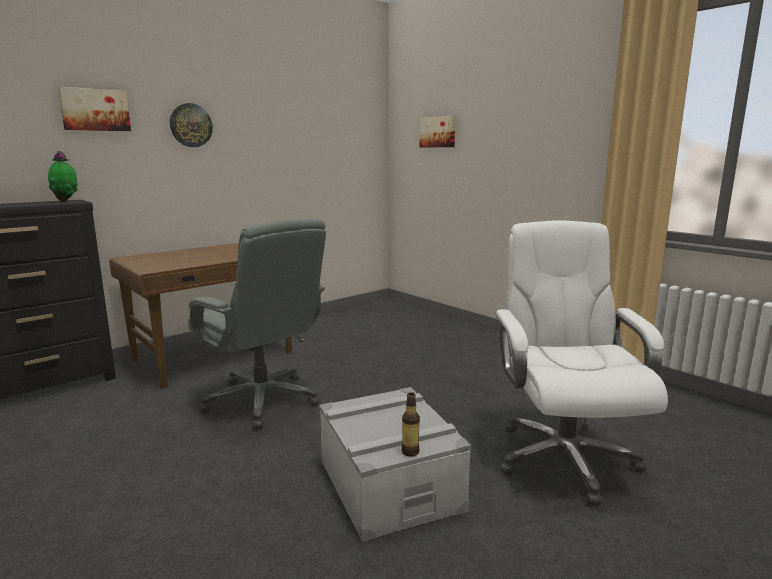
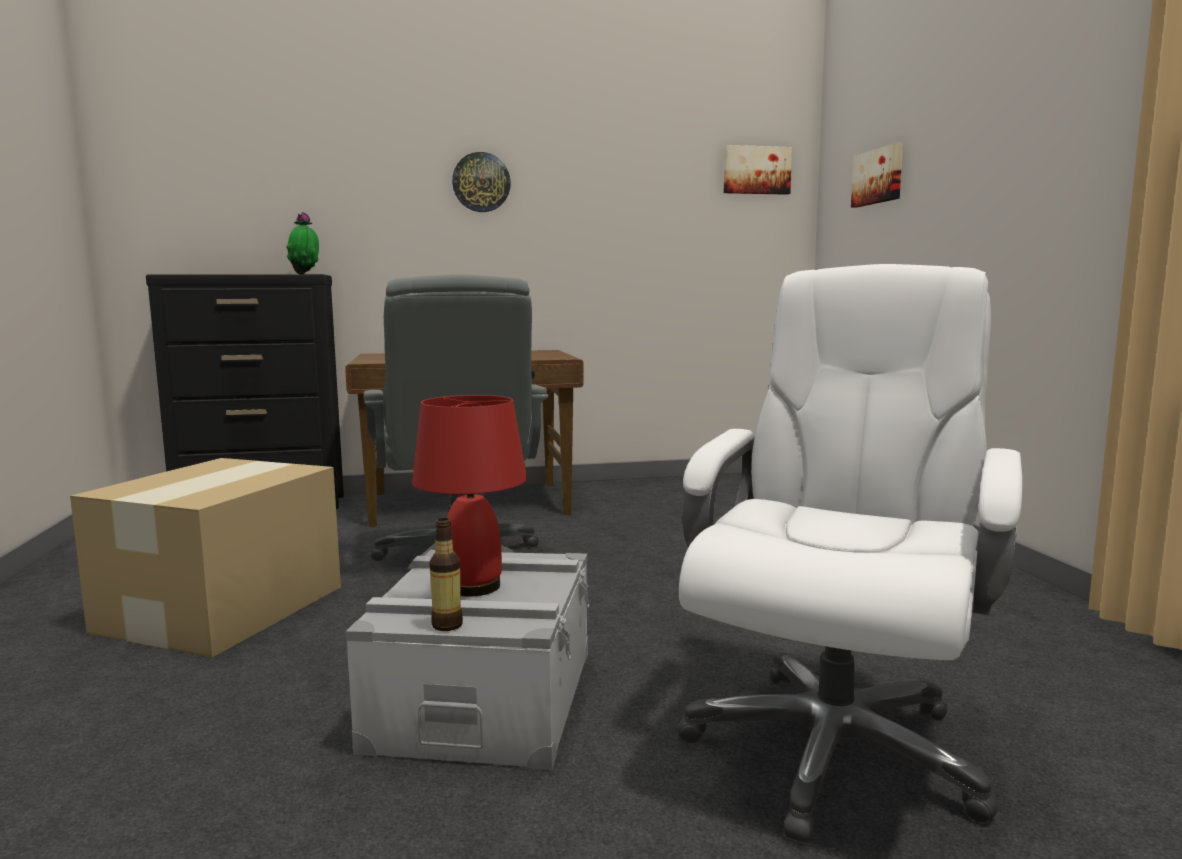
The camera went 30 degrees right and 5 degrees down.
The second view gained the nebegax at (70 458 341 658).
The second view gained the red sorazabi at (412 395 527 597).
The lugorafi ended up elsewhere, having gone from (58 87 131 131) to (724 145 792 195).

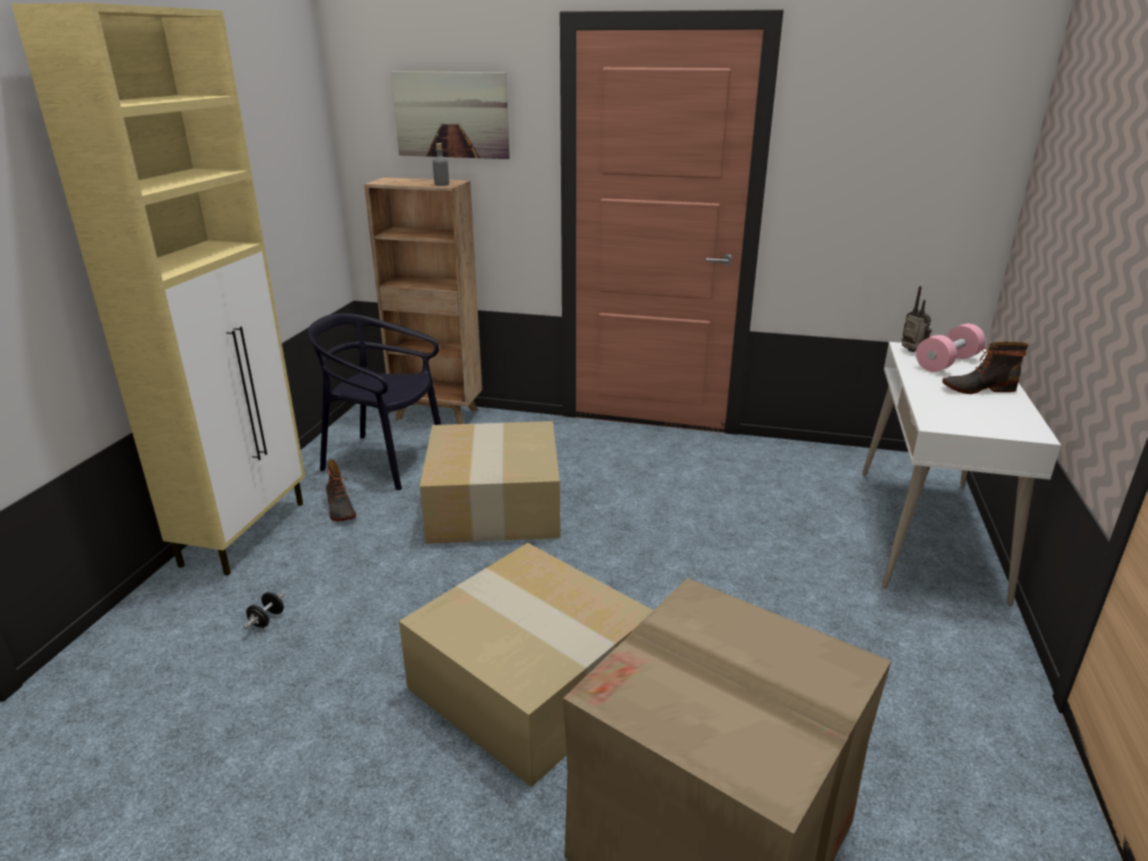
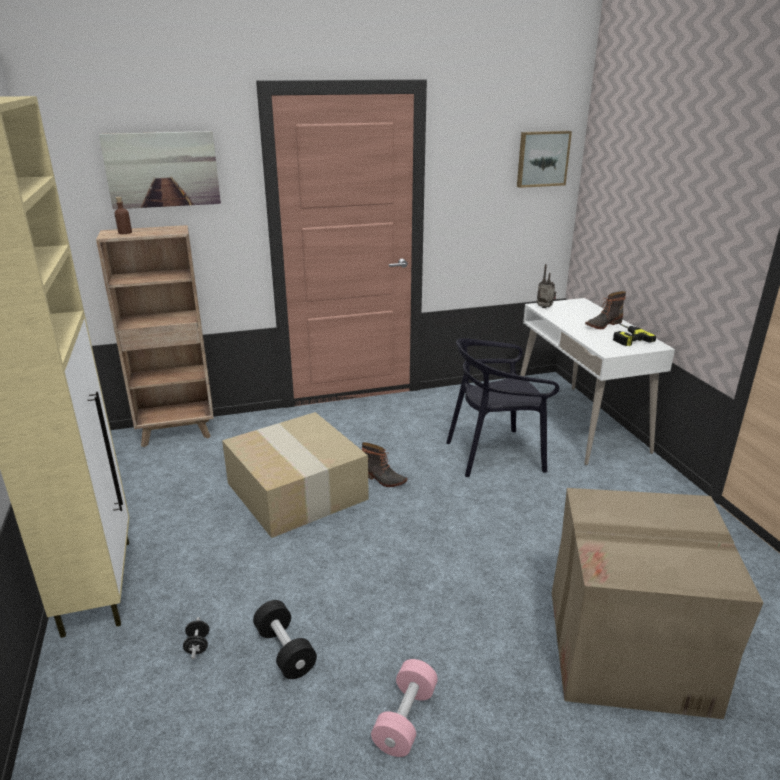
The camera went 30 degrees left and 0 degrees up.
The second view lost the nebegax at (399 543 653 787).
The second view lost the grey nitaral at (433 143 449 186).
The second view gained the brown nitaral at (115 197 132 234).
The second view gained the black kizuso at (253 600 317 679).
The second view gained the lugorafi at (517 131 572 188).
The second view gained the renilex at (613 323 656 346).
The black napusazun ended up elsewhere, having gone from (308 313 441 490) to (446 338 559 477).
The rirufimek ended up elsewhere, having gone from (326 459 356 521) to (362 442 407 487).
The pink kizuso ended up elsewhere, having gone from (916 324 985 372) to (371 659 438 757).

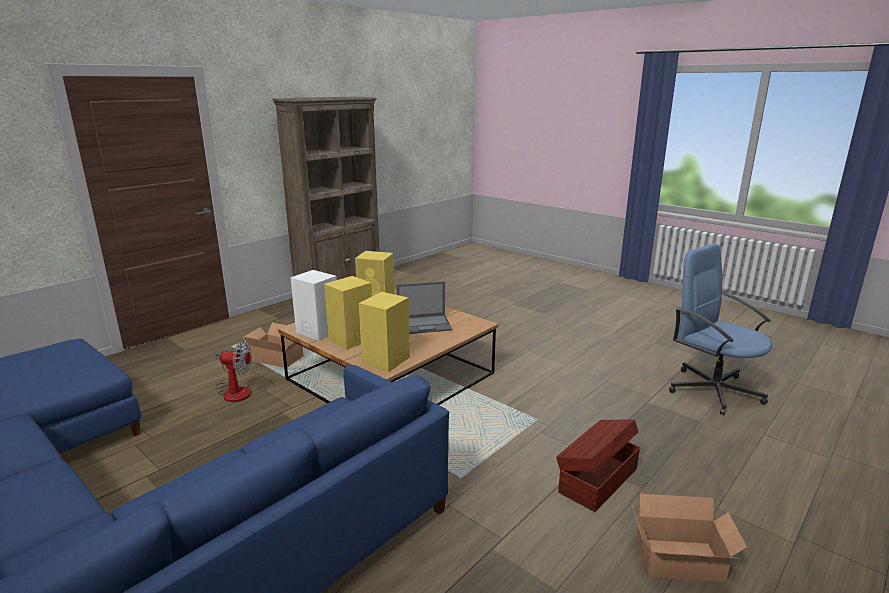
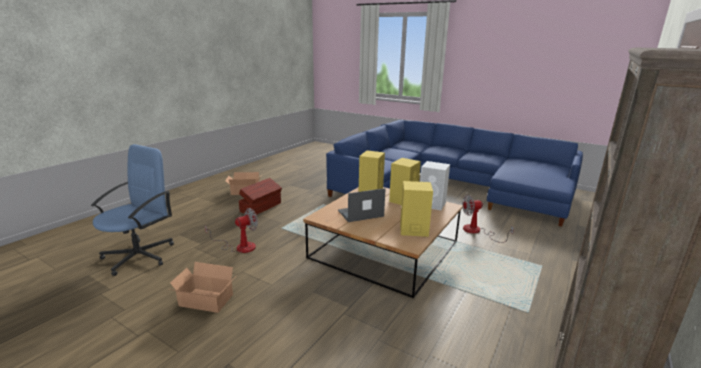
The camera went 170 degrees right and 0 degrees up.
The second view gained the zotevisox at (205 208 258 253).
The nebegax ended up elsewhere, having gone from (243 323 303 368) to (170 262 235 313).
The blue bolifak at (669 243 772 415) ended up facing another way, 105 degrees counterclockwise from before.

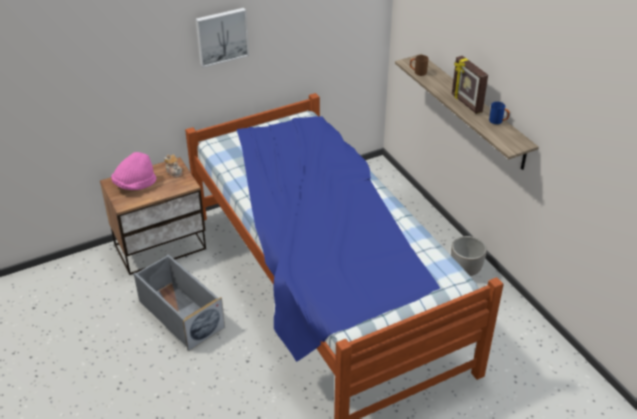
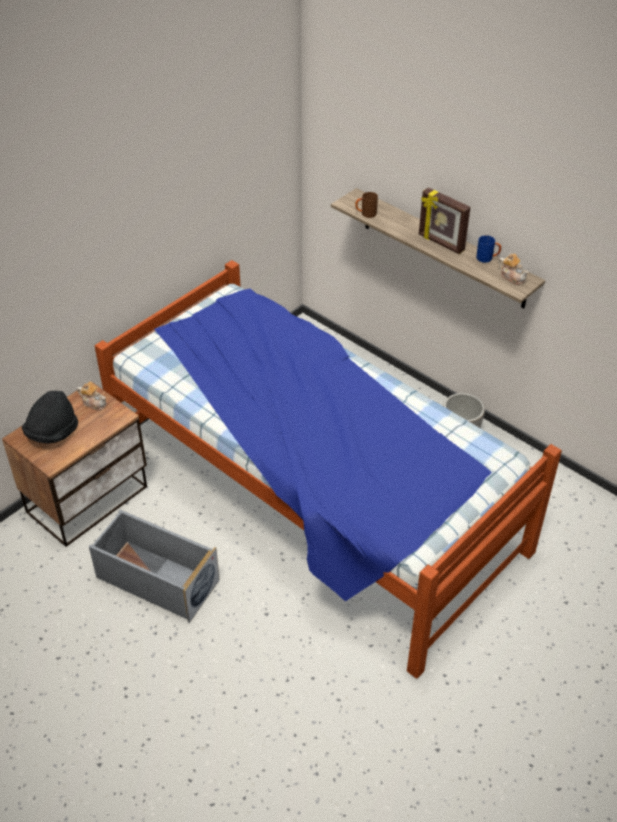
The camera went 20 degrees left and 5 degrees up.
The second view lost the lugorafi at (196 8 249 67).
The second view gained the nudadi at (498 254 529 285).
What was the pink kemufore at (111 152 156 190) turned into the black kemufore at (22 391 78 443).

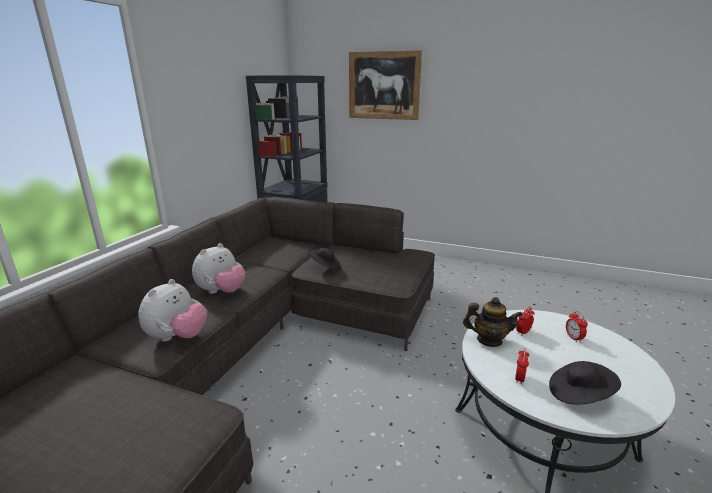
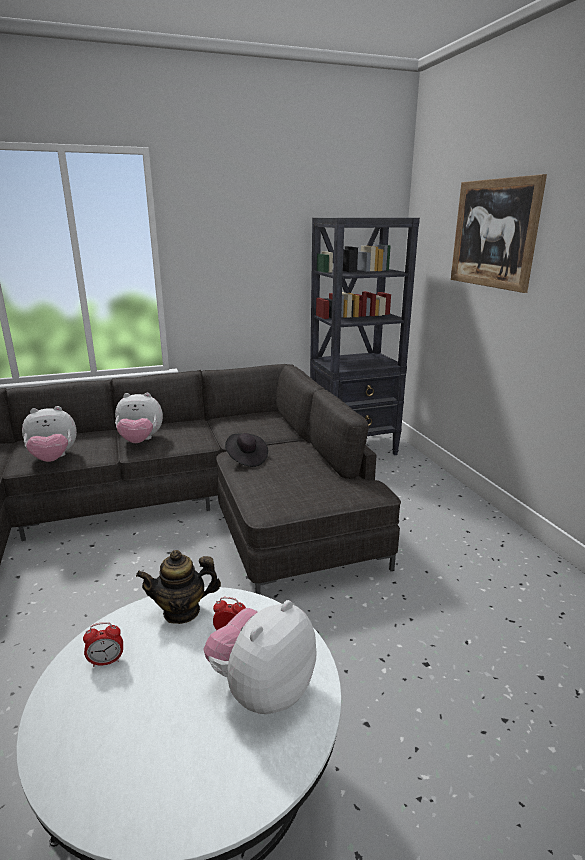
The camera went 50 degrees right and 0 degrees up.
The second view lost the black kemufore at (549 361 621 404).
Where the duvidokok stood at (566 311 588 342), the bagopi came to stand at (203 600 317 714).
The nudadi at (463 297 523 347) ended up facing another way, 105 degrees clockwise from before.

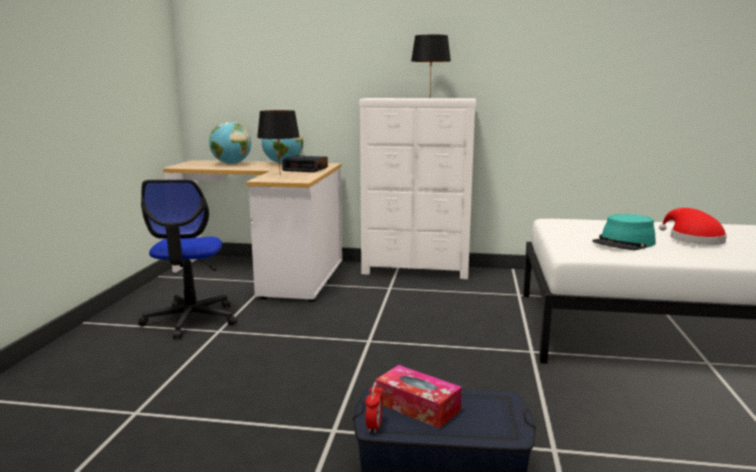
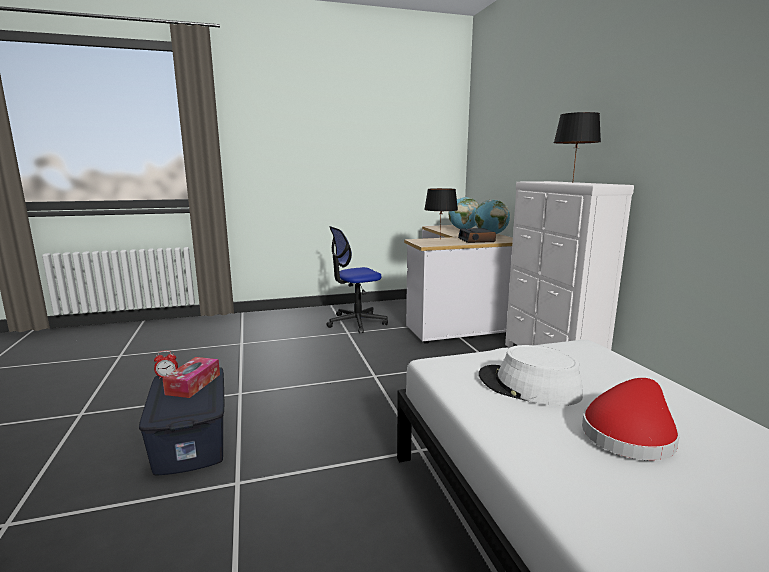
The camera went 65 degrees right and 0 degrees up.
What was the turquoise kemufore at (592 214 656 250) turned into the white kemufore at (479 345 583 406).

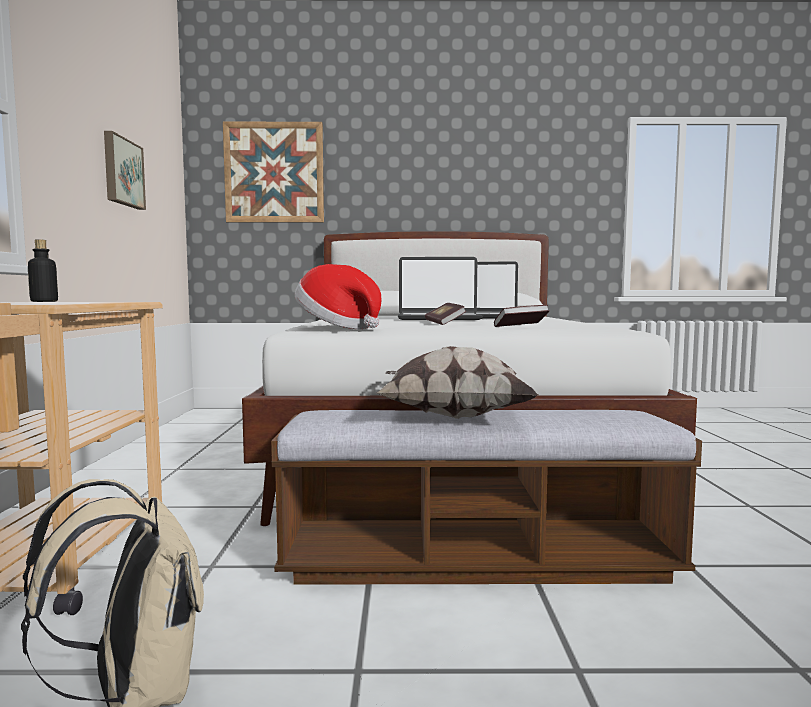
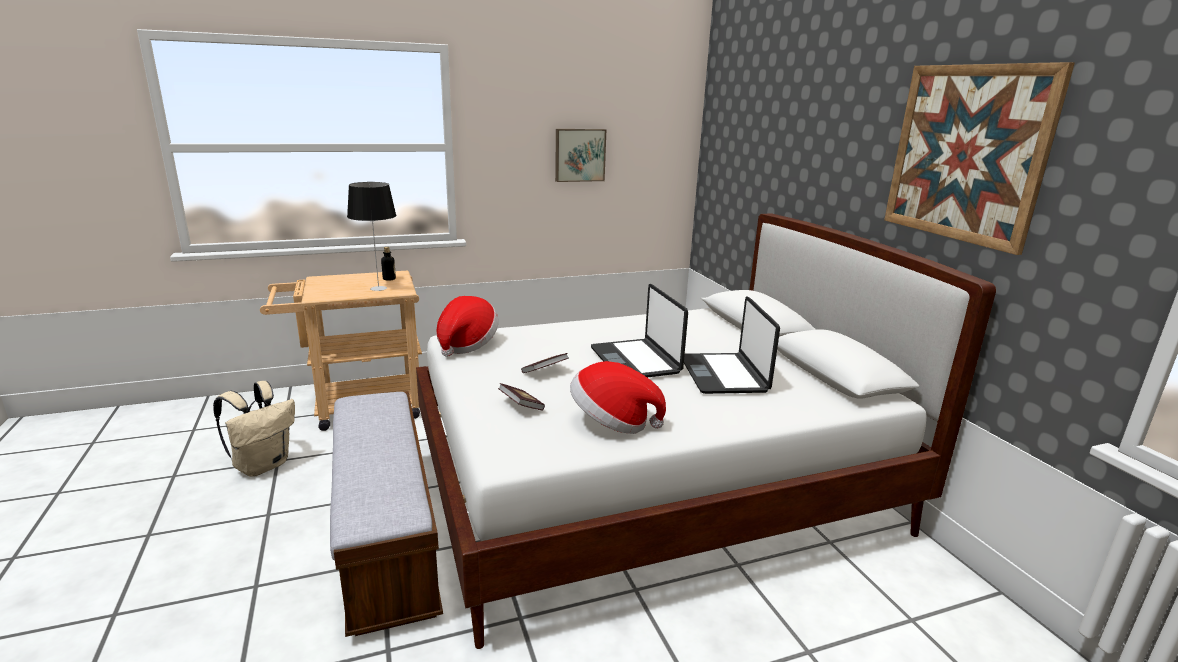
The camera went 70 degrees right and 15 degrees up.
The second view lost the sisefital at (377 346 538 419).
The second view gained the sorazabi at (347 182 396 291).
The second view gained the kemufore at (570 361 666 434).
The lugorafi ended up elsewhere, having gone from (223 122 324 223) to (884 62 1075 255).

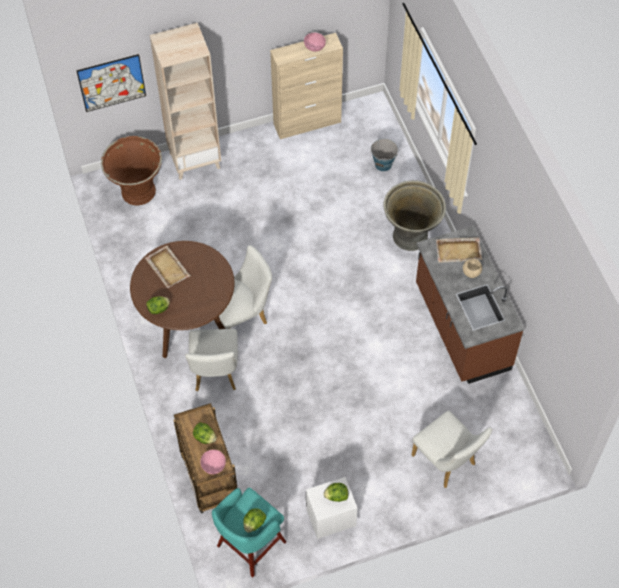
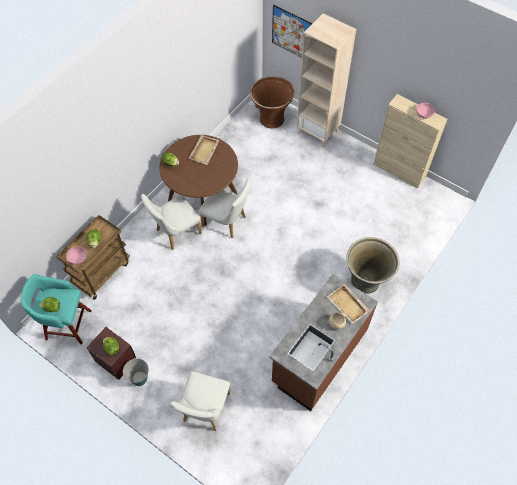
The camera went 55 degrees right and 0 degrees up.
The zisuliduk ended up elsewhere, having gone from (370 138 398 171) to (123 358 149 386).
What was the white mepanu at (306 477 357 539) turned into the brown mepanu at (86 327 136 380).

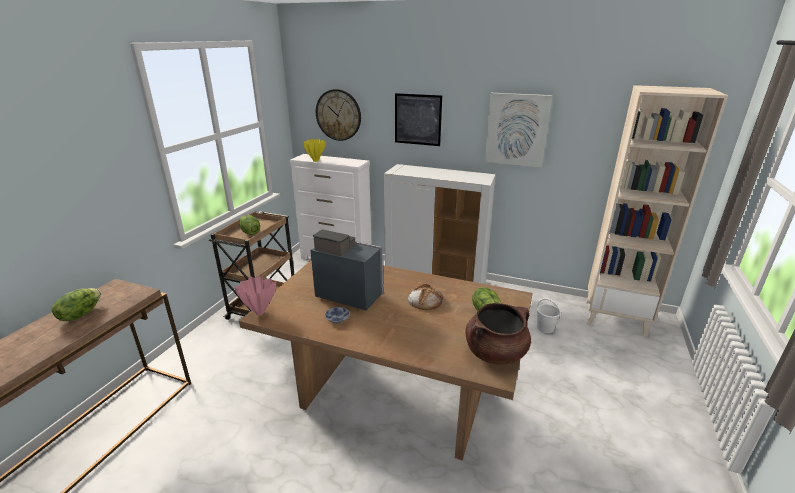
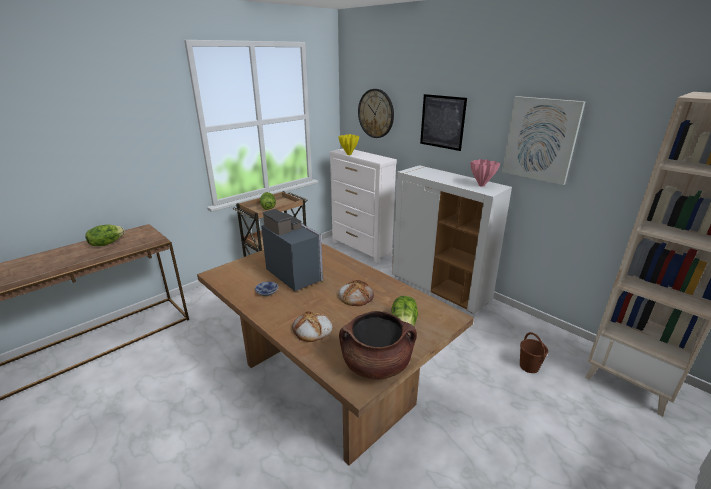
The camera went 25 degrees right and 0 degrees up.
The second view gained the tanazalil at (292 311 332 342).
The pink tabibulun ended up elsewhere, having gone from (234 276 276 315) to (471 159 500 187).
What was the white zisuliduk at (537 298 561 333) turned into the brown zisuliduk at (520 332 548 373).

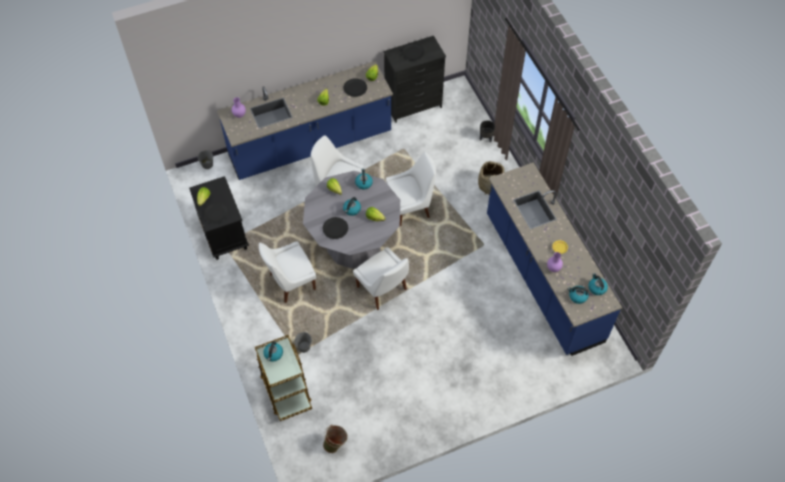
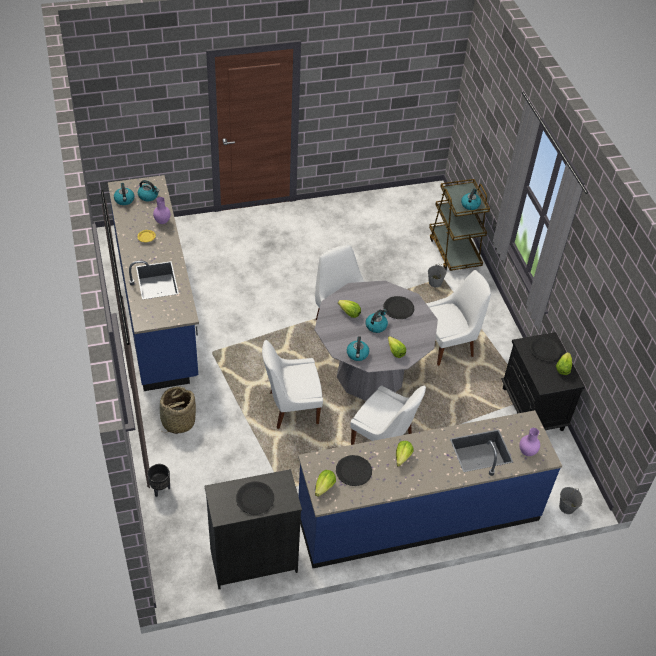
The camera went 175 degrees left and 10 degrees down.
The second view lost the green zisuliduk at (323 425 348 453).

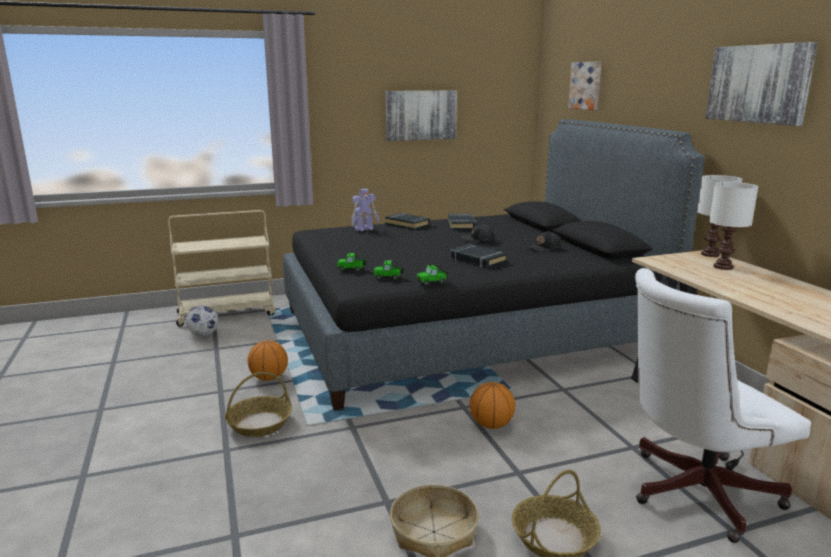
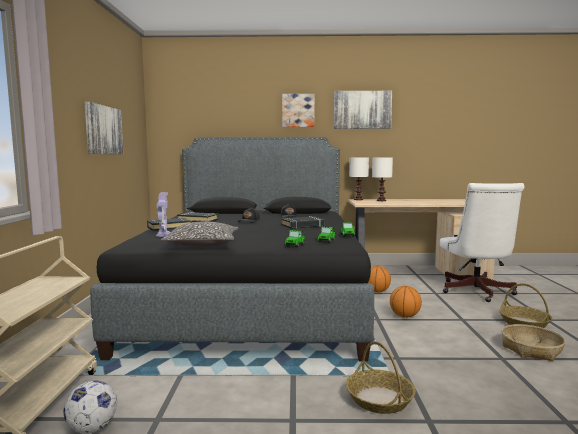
The camera went 70 degrees left and 10 degrees down.
The second view gained the sisefital at (161 221 239 247).
The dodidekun ended up elsewhere, having gone from (248 340 288 380) to (368 266 391 293).
The lugorafi ended up elsewhere, having gone from (568 62 602 110) to (282 94 315 127).

